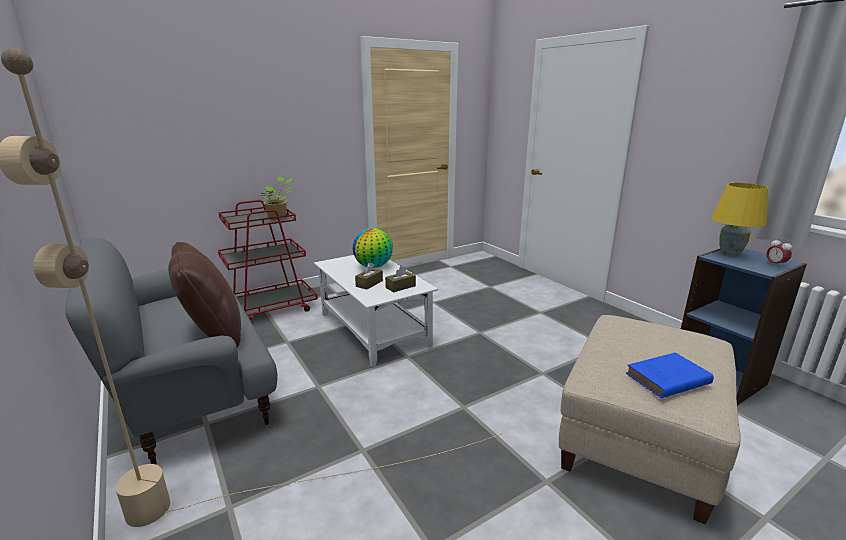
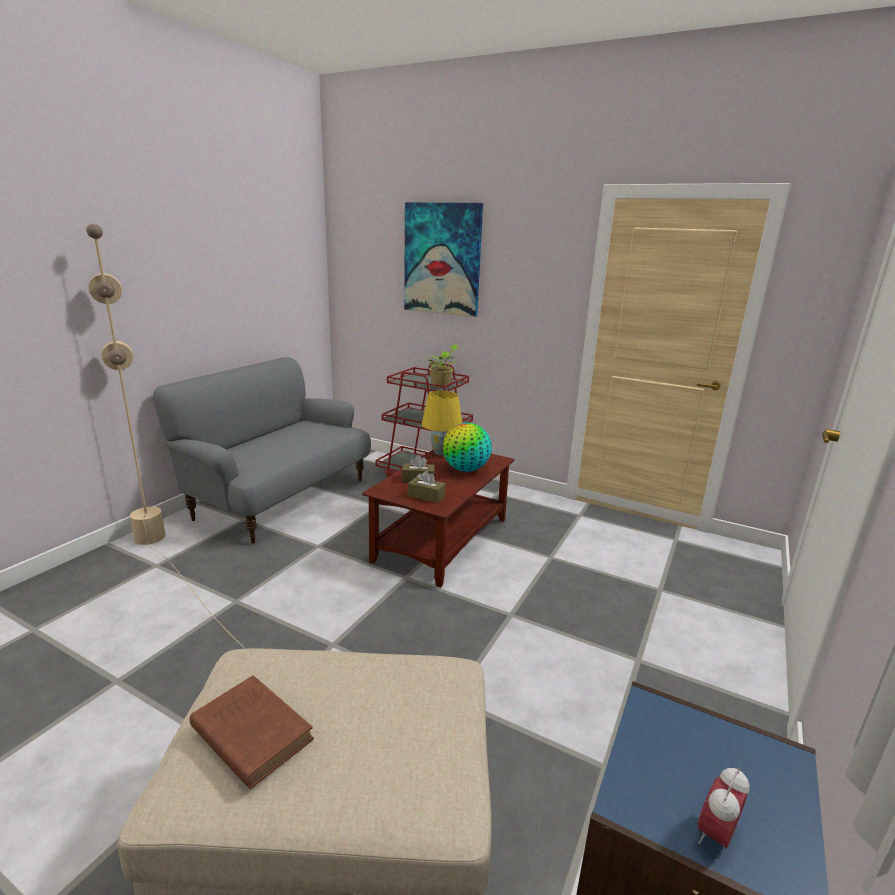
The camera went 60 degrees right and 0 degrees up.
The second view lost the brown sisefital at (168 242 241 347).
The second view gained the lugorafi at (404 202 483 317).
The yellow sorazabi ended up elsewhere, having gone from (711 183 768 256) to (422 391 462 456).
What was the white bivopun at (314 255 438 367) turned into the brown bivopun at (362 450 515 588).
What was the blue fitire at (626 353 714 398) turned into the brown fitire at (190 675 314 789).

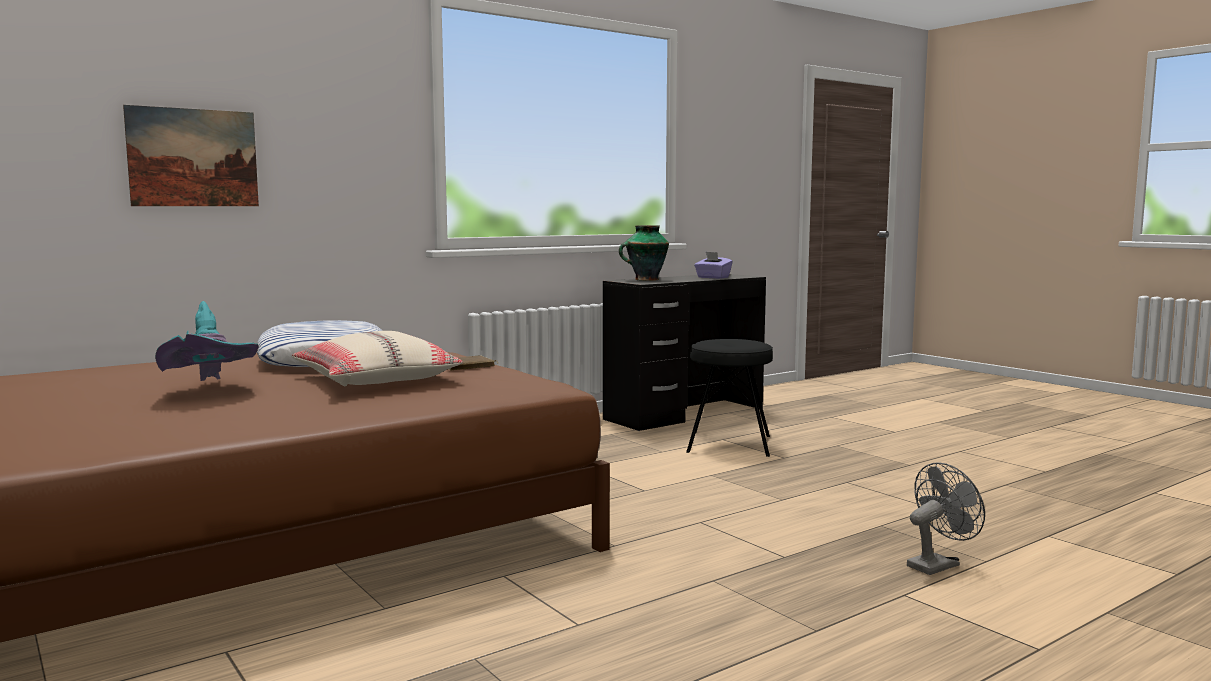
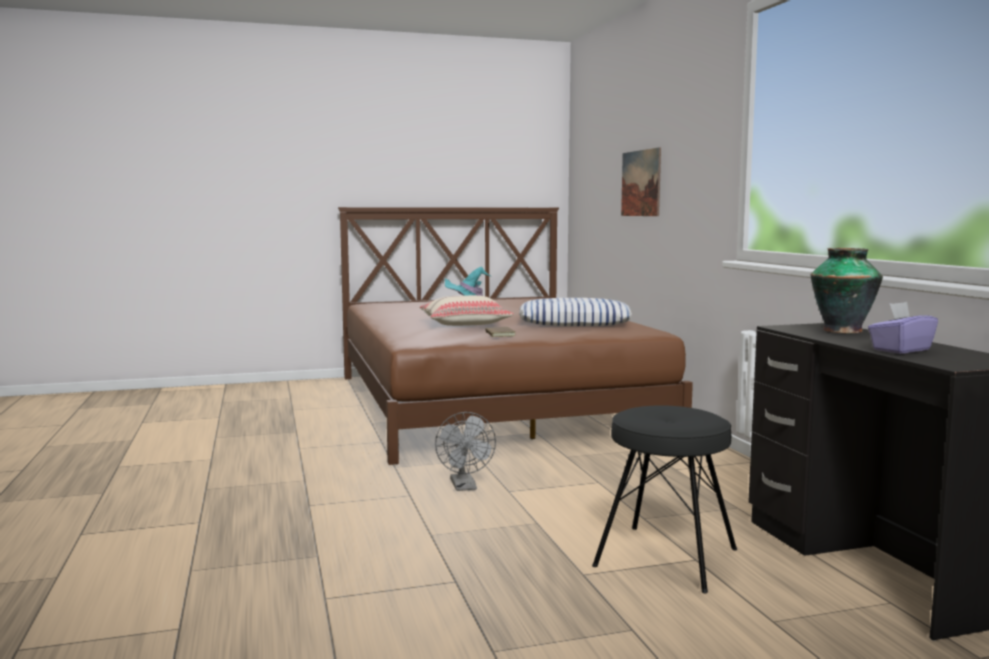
The camera went 110 degrees right and 0 degrees up.
The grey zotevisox ended up elsewhere, having gone from (907 462 985 575) to (435 412 496 491).

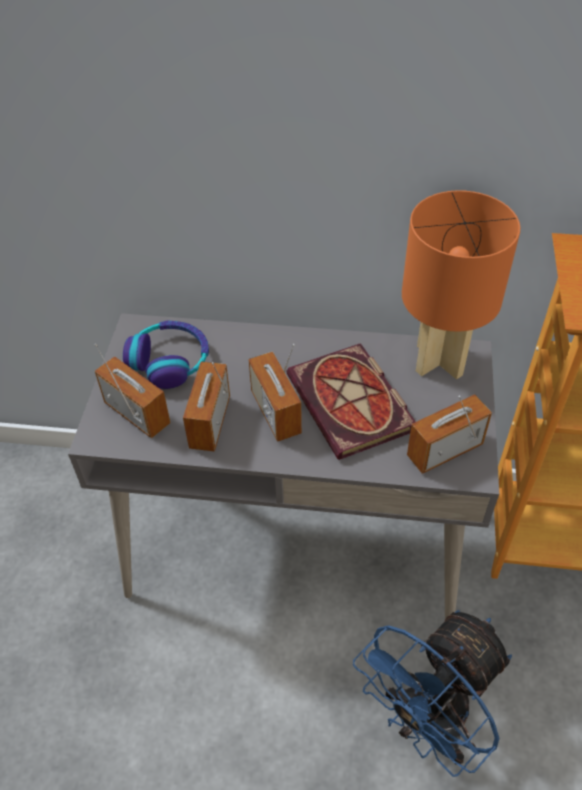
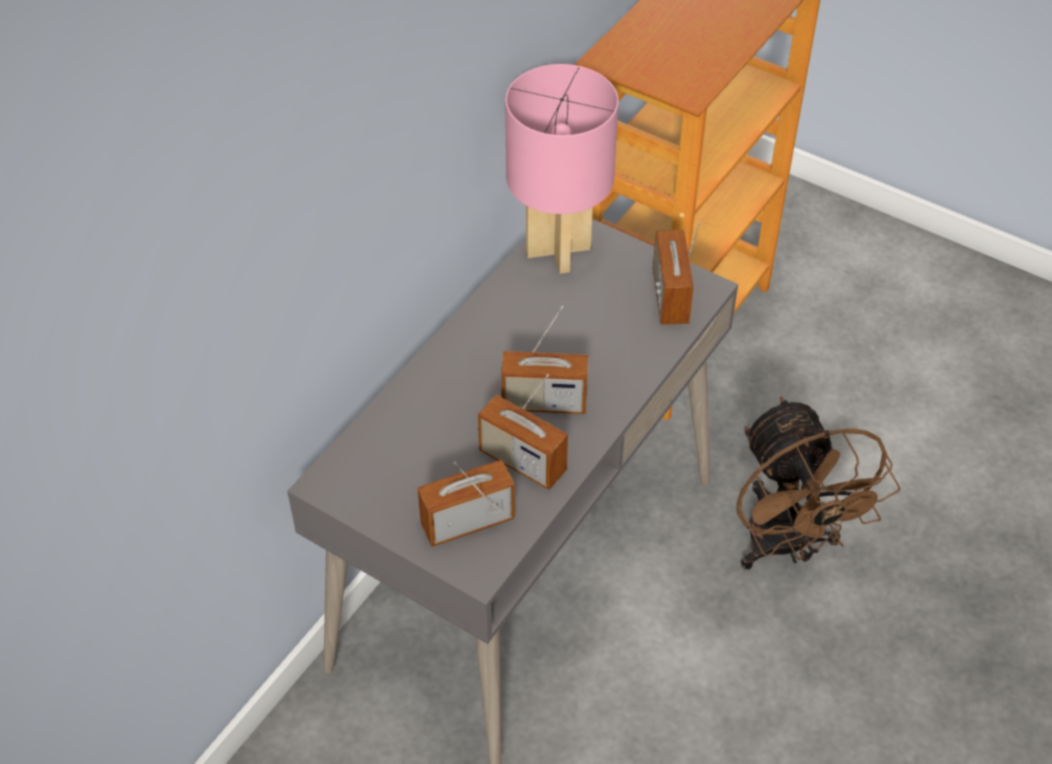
The camera went 65 degrees left and 0 degrees up.
The second view lost the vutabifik at (123 320 209 389).
The second view lost the fitire at (287 343 416 460).
What was the blue zotevisox at (353 610 512 777) turned into the brown zotevisox at (737 396 900 569).
What was the orange sorazabi at (402 190 520 379) turned into the pink sorazabi at (505 64 619 274).

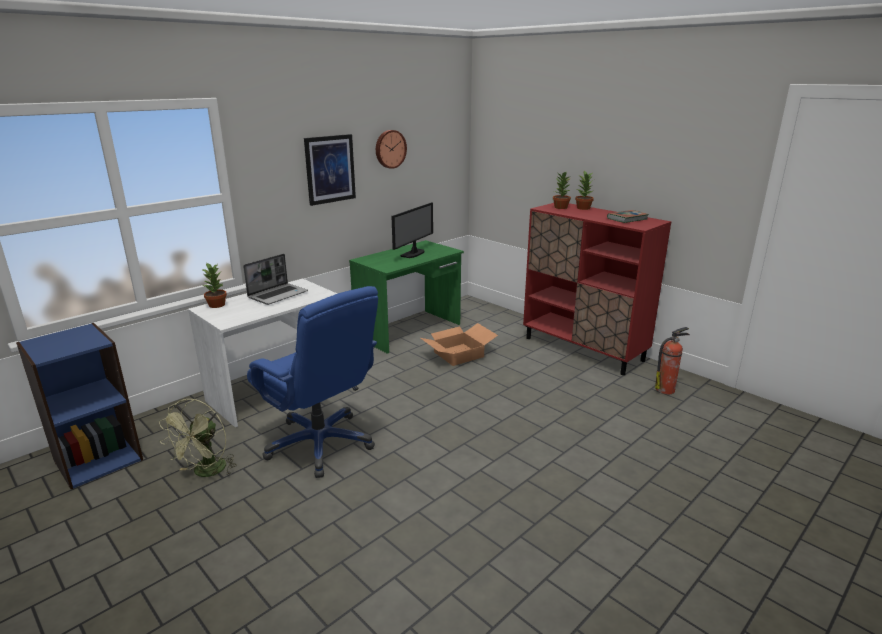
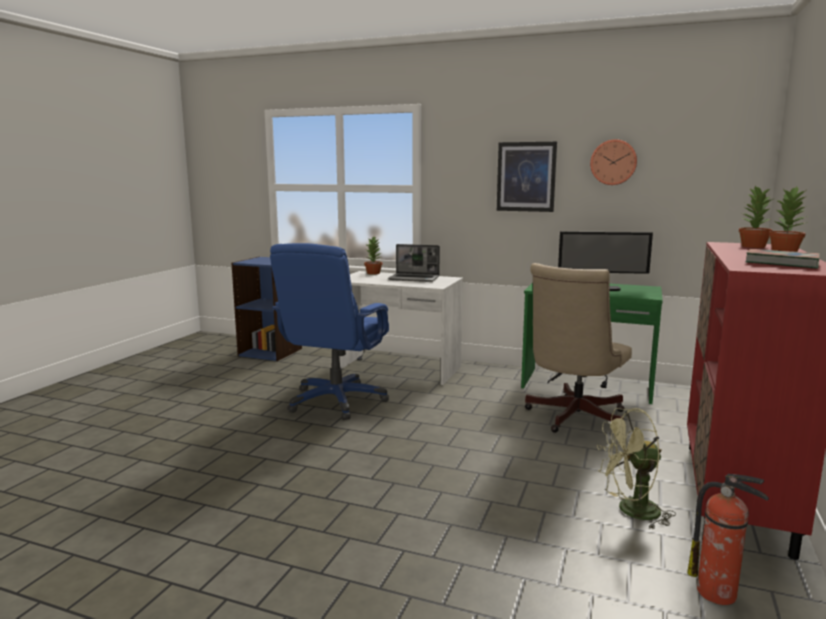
The camera went 65 degrees right and 10 degrees down.
The green zotevisox ended up elsewhere, having gone from (159 399 237 477) to (597 408 676 530).
Where the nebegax stood at (421 323 498 366), the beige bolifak came to stand at (525 263 632 433).

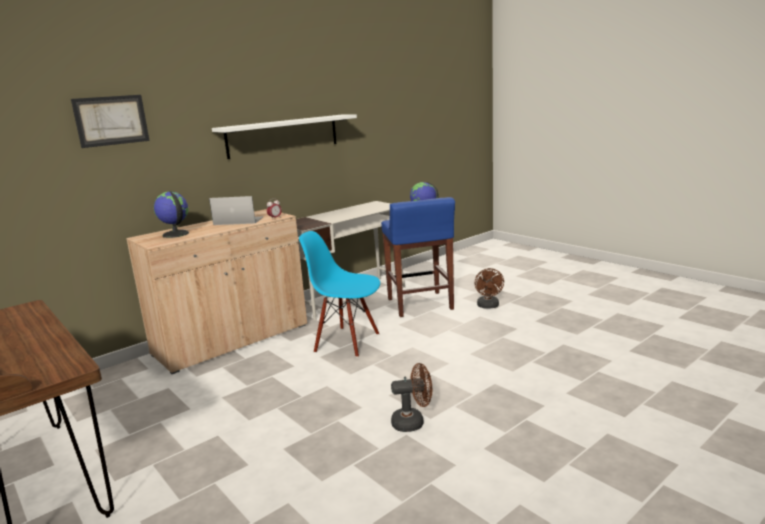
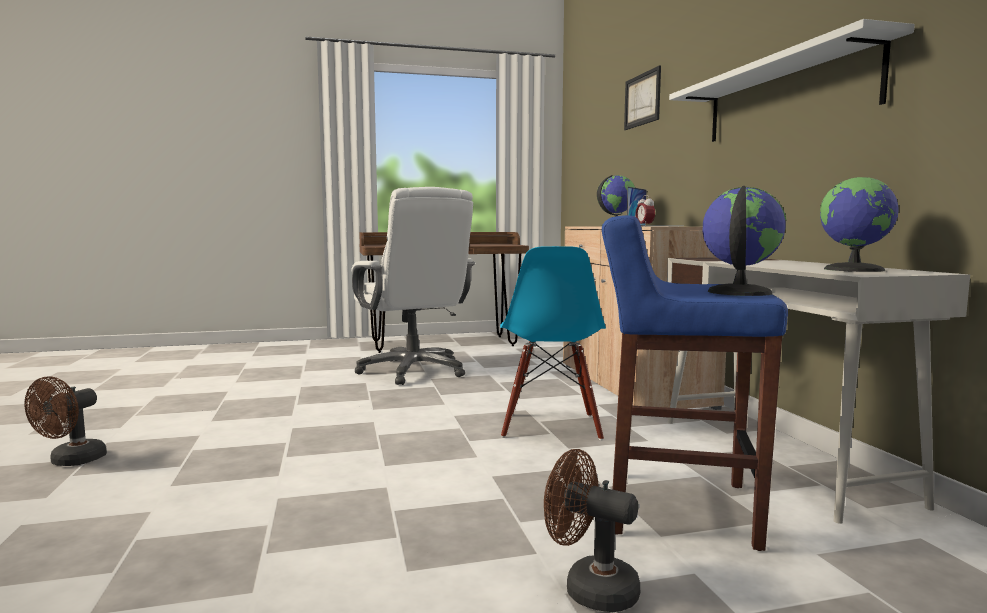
The camera went 115 degrees right and 10 degrees down.
The second view gained the white bolifak at (351 187 475 385).
The second view gained the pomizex at (820 177 899 272).
The brown zotevisox ended up elsewhere, having gone from (391 363 432 432) to (24 377 107 466).
The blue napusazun at (299 231 380 358) ended up facing another way, 135 degrees clockwise from before.

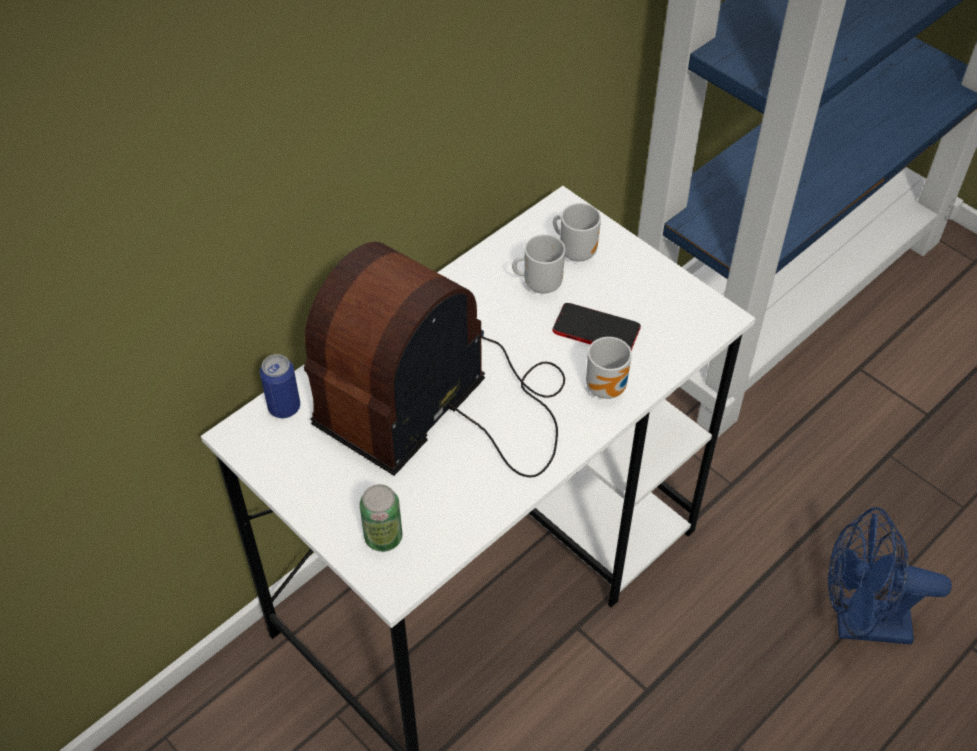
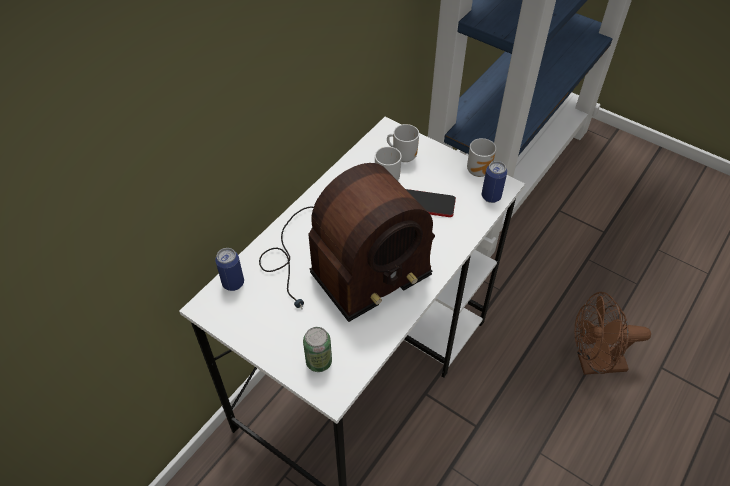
The camera went 10 degrees left and 0 degrees up.
The second view gained the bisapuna at (482 161 507 203).
The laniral ended up elsewhere, having gone from (586 337 632 399) to (467 138 496 177).
What was the blue zotevisox at (828 507 952 644) turned into the brown zotevisox at (575 292 651 375).
The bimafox at (304 242 565 477) ended up facing another way, 150 degrees counterclockwise from before.

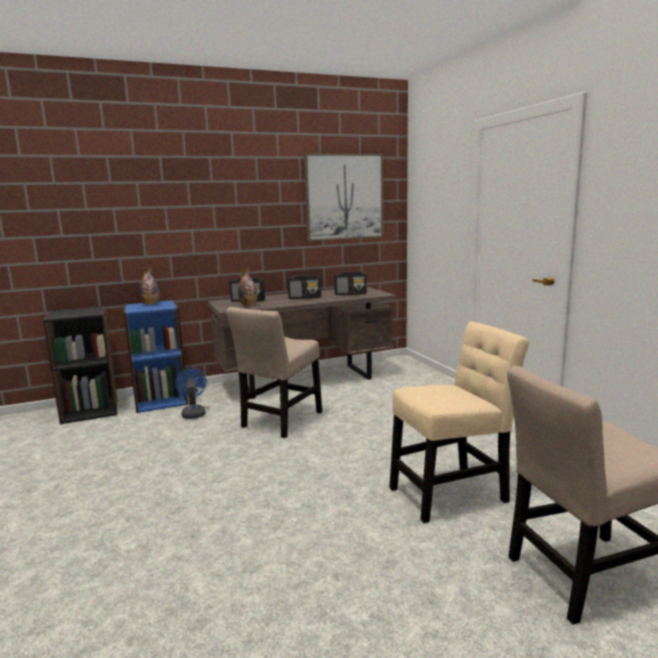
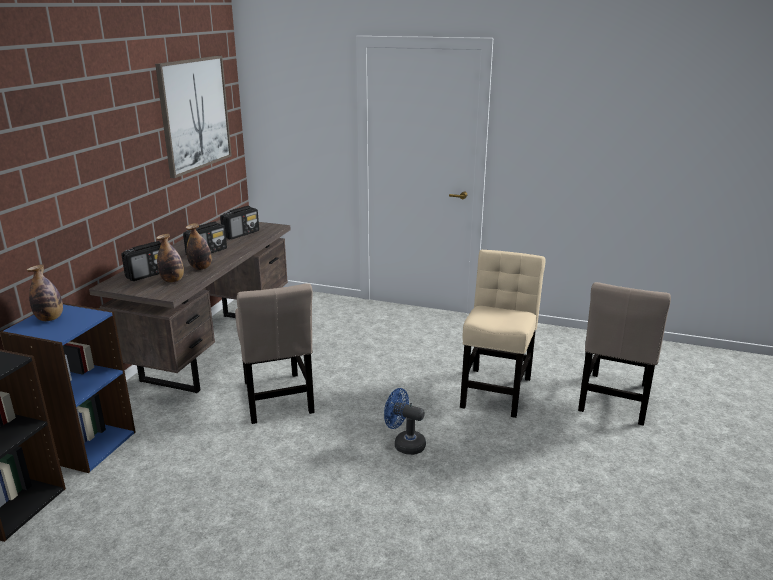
The camera went 50 degrees left and 10 degrees up.
The second view gained the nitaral at (186 223 212 270).
The blue zotevisox ended up elsewhere, having gone from (175 368 207 419) to (384 388 426 455).

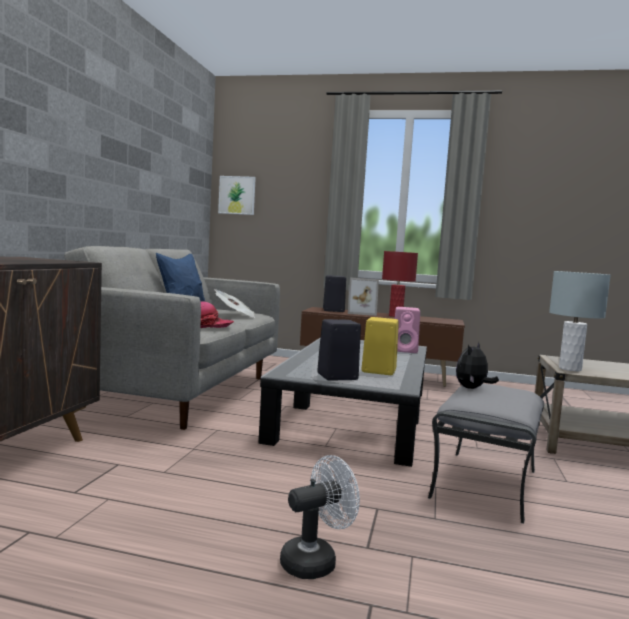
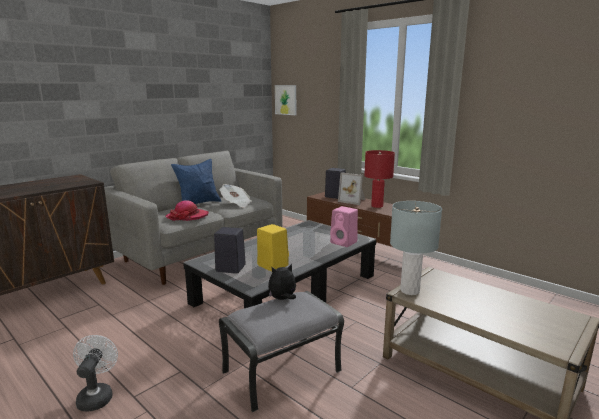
The camera went 30 degrees right and 10 degrees up.
The white zotevisox at (280 455 360 579) ended up facing another way, 90 degrees counterclockwise from before.

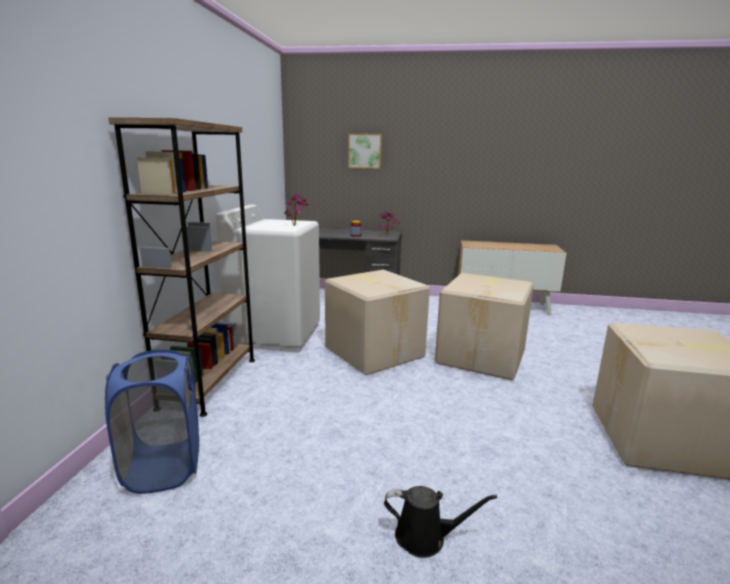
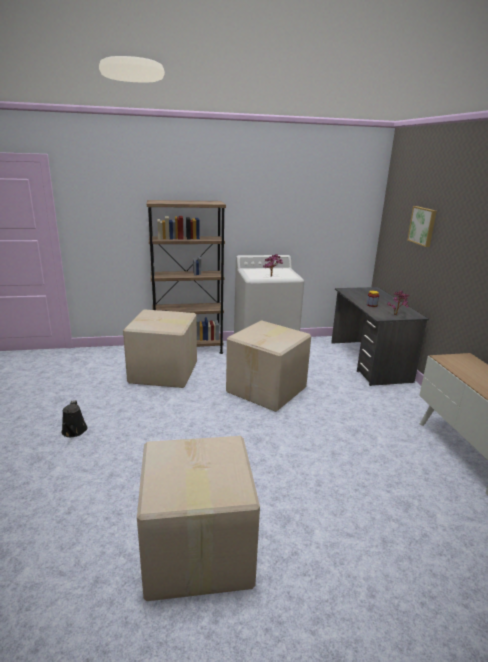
The camera went 70 degrees right and 5 degrees up.
The second view lost the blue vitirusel at (105 350 199 494).
The nebegax ended up elsewhere, having gone from (435 273 534 380) to (123 309 197 388).

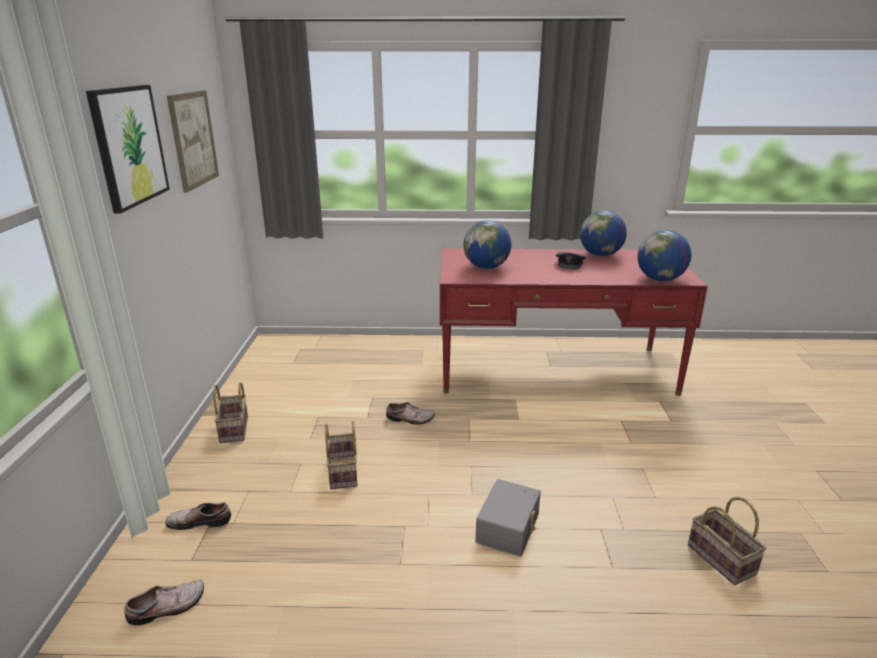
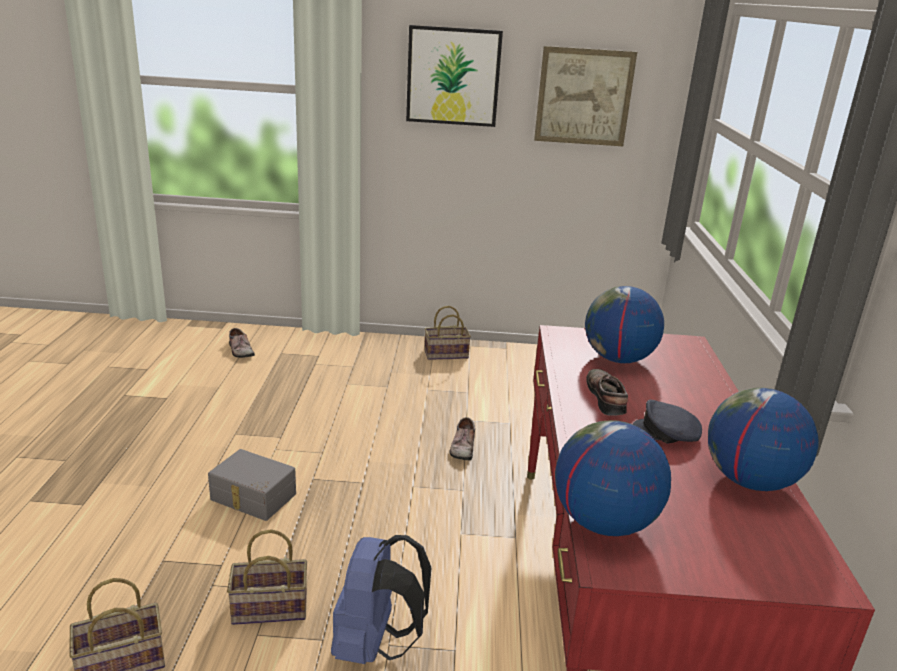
The camera went 90 degrees right and 0 degrees up.
The second view gained the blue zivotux at (331 535 432 664).
The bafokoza ended up elsewhere, having gone from (165 502 231 530) to (586 369 628 416).
The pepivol ended up elsewhere, having gone from (325 421 357 489) to (227 529 307 625).

